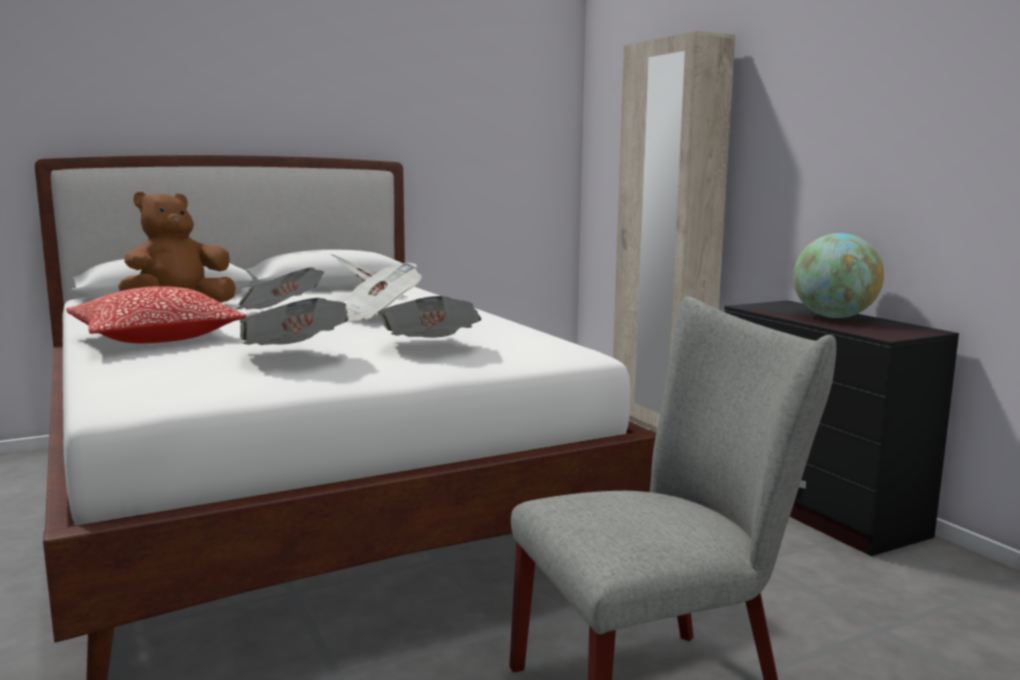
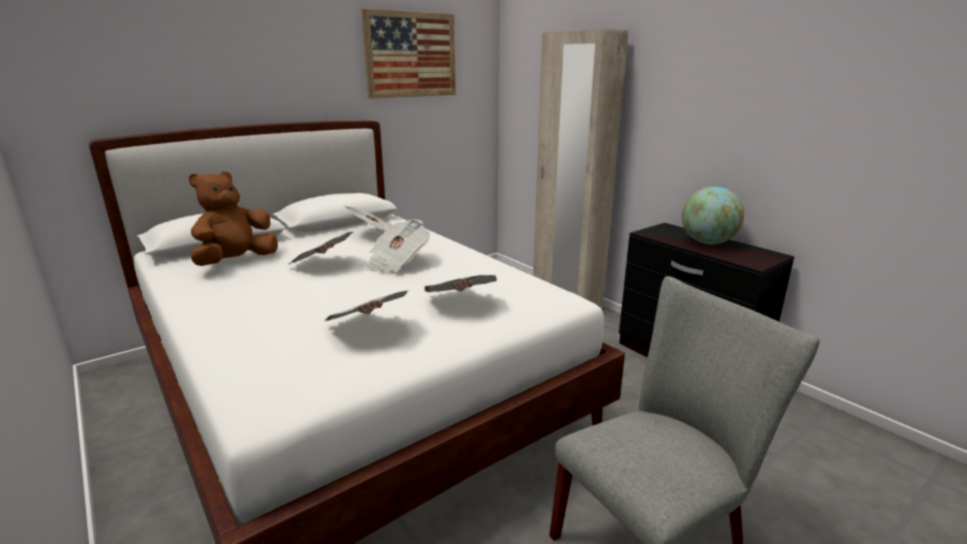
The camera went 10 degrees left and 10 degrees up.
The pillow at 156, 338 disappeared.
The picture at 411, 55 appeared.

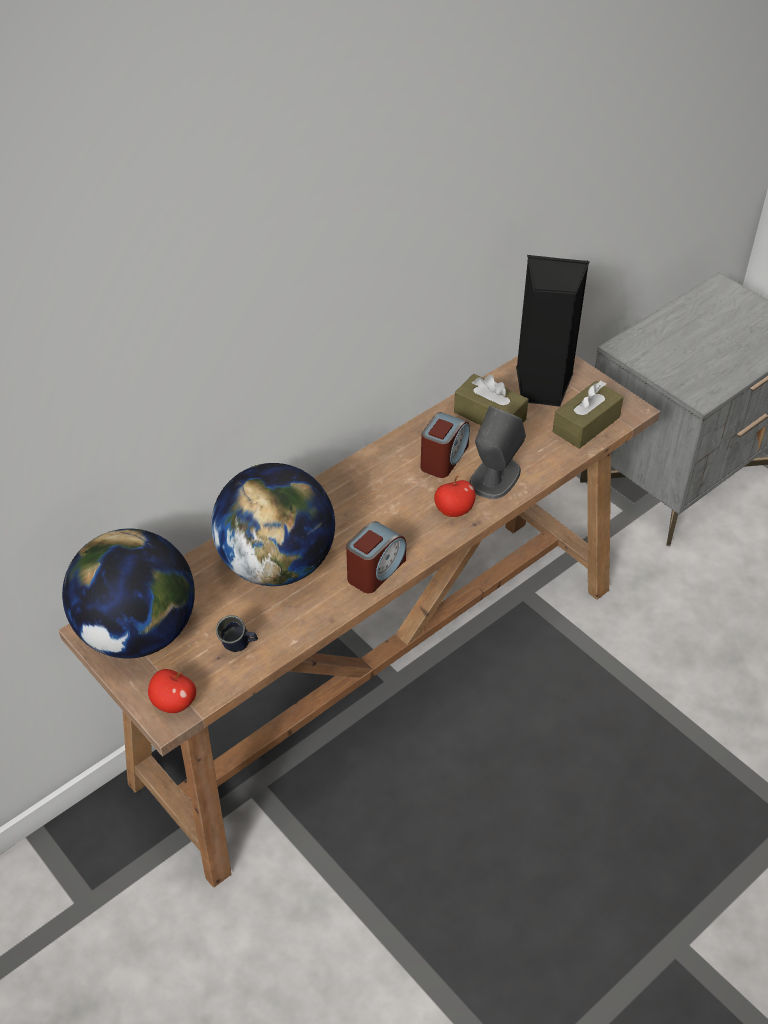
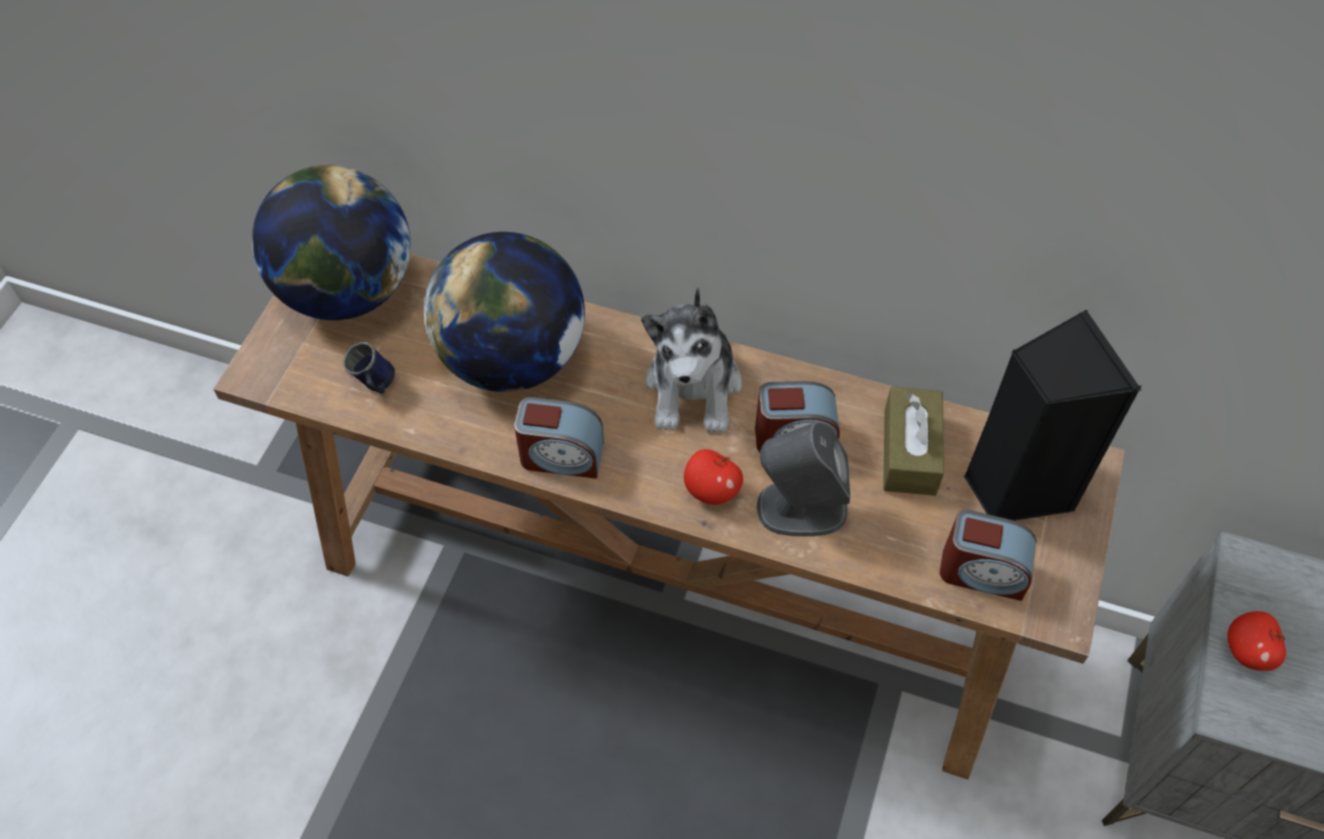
The camera went 60 degrees right and 10 degrees up.
The apple moved from 174, 703 to 1247, 651.
The tissue box (brown) at 586, 424 was replaced by the alarm clock at 982, 571.
The plush toy at 693, 387 appeared.

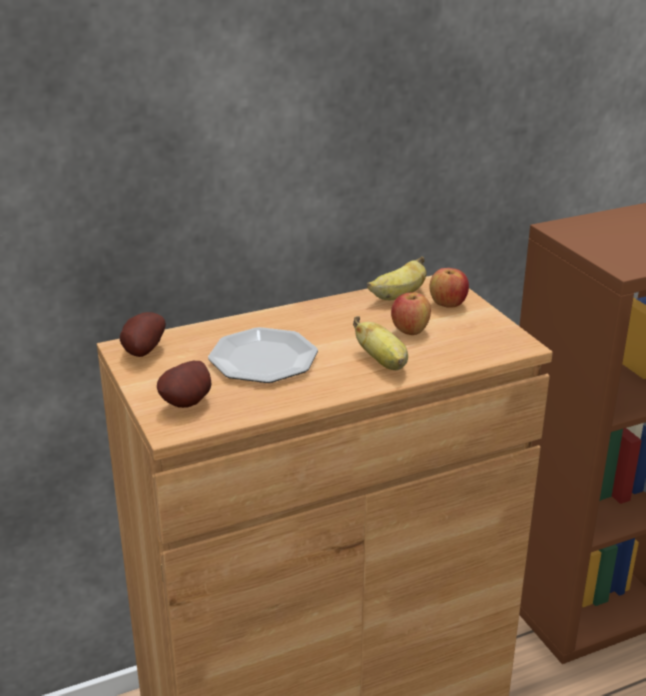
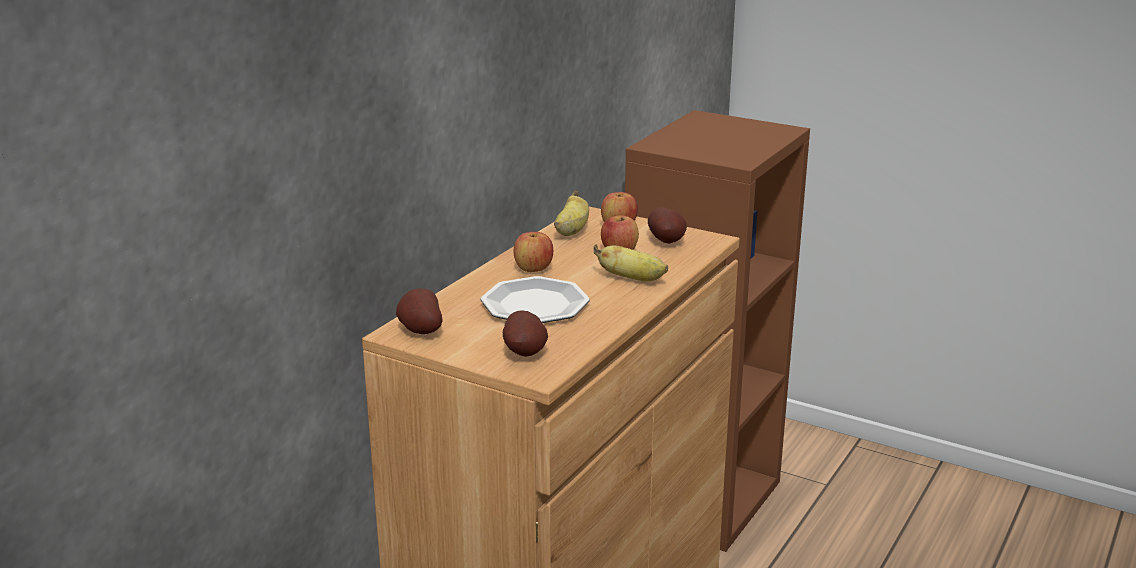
The camera went 35 degrees left and 5 degrees down.
The apple at 533, 269 appeared.
The potato at 667, 241 appeared.

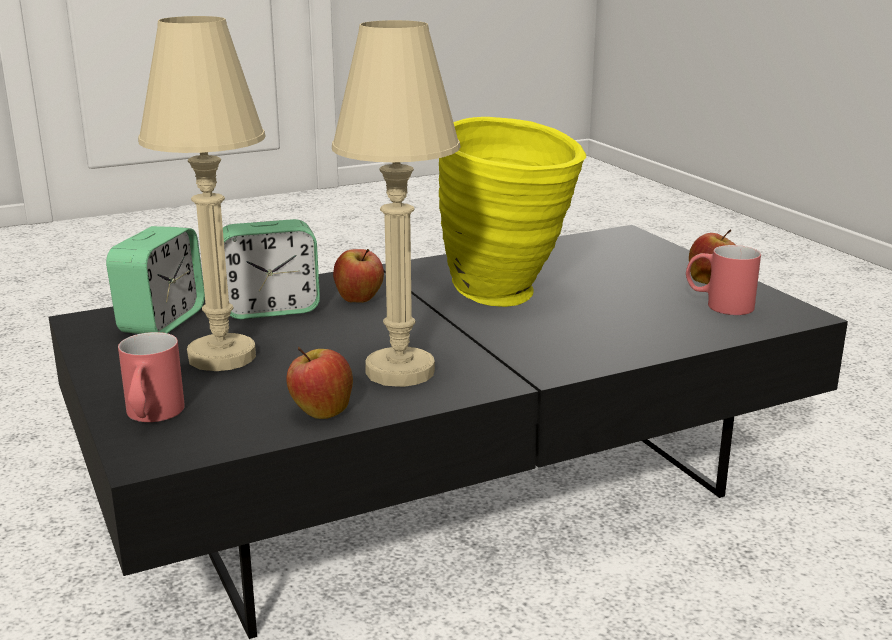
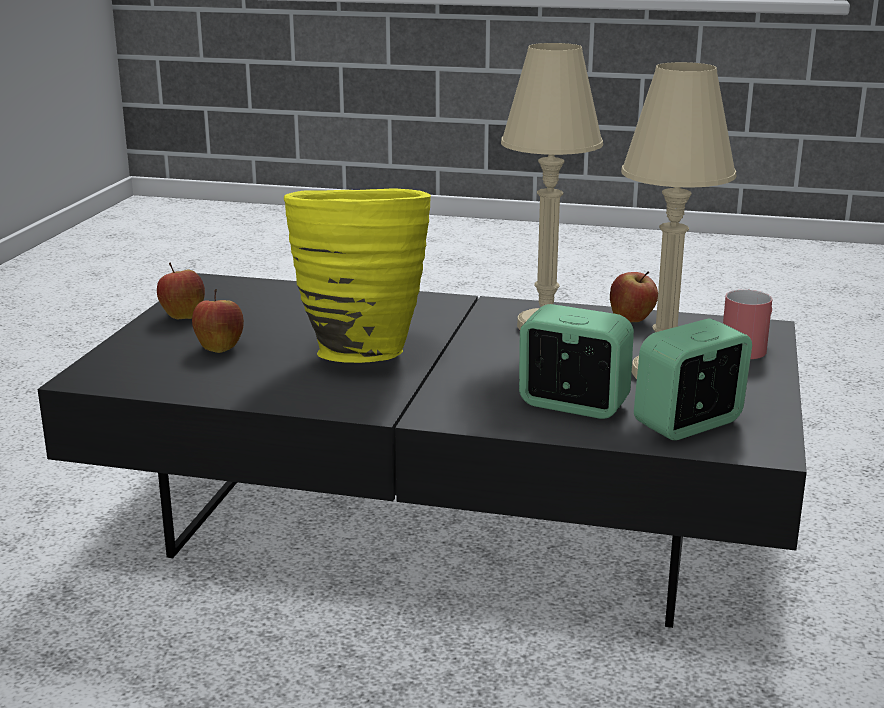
The camera went 140 degrees left and 0 degrees up.
The apple moved from 359, 300 to 219, 347.
The mug (red) at 718, 305 disappeared.

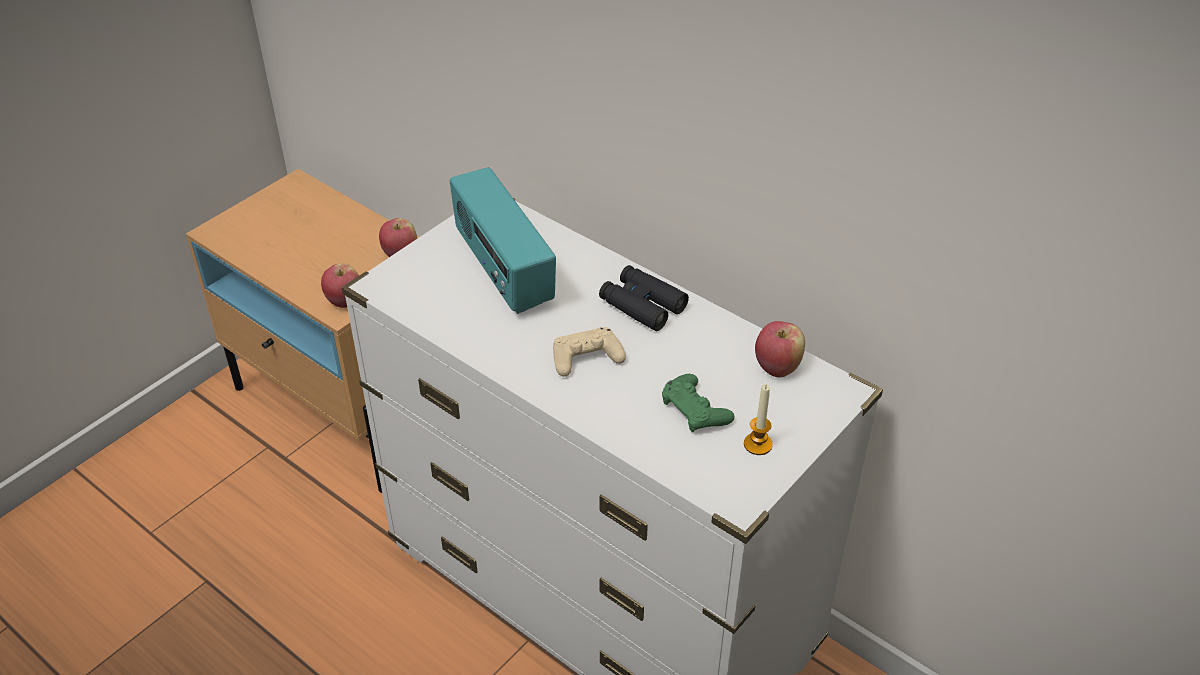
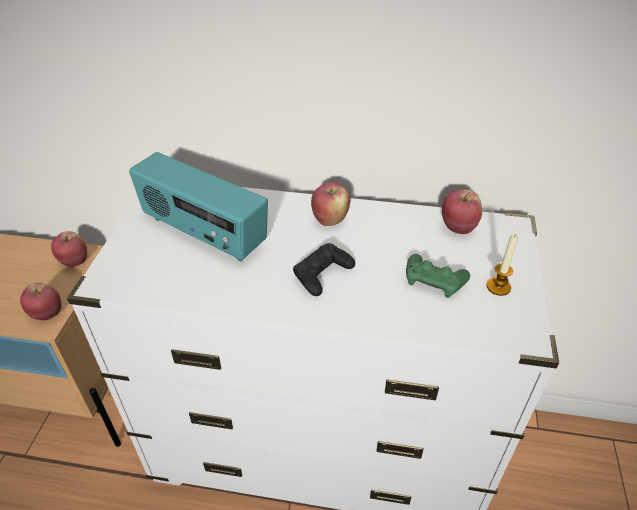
The camera went 30 degrees left and 0 degrees up.
The game controller (beige) at 586, 358 became the game controller (black) at 322, 274.
The binoculars (black) at 642, 305 was replaced by the apple at 330, 219.

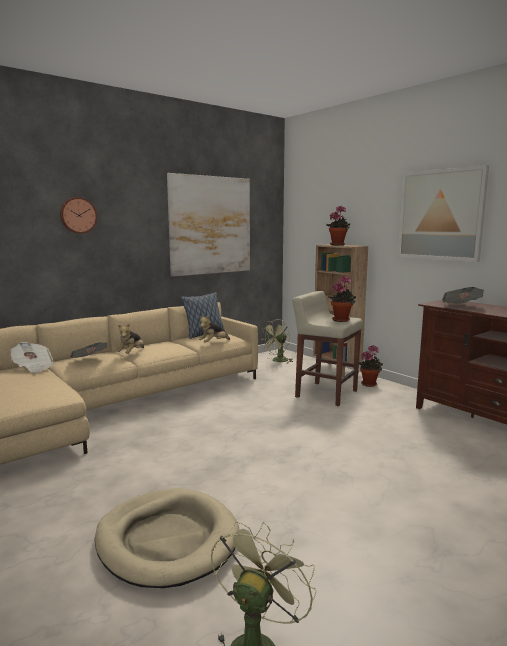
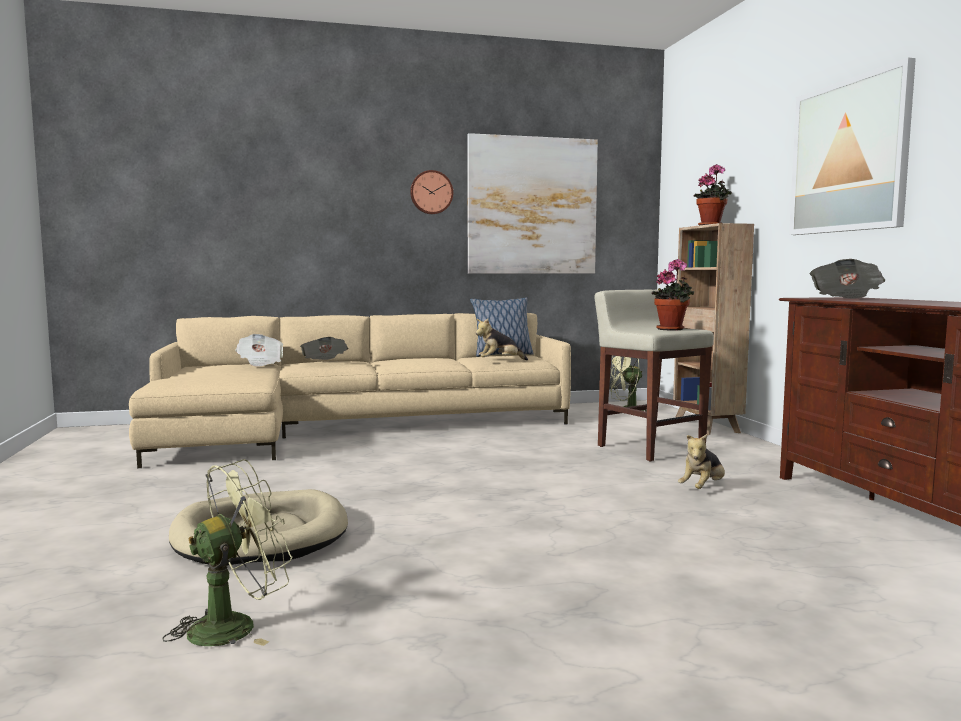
The camera went 25 degrees right and 5 degrees down.
The wall clock moved from 78, 215 to 431, 192.
The plush toy moved from 132, 353 to 703, 488.
The potted plant at 370, 384 disappeared.

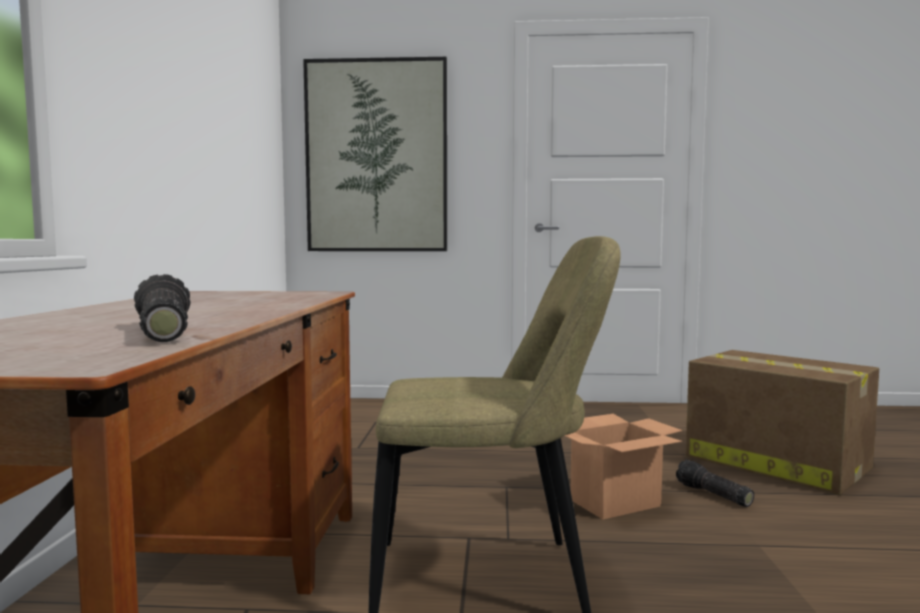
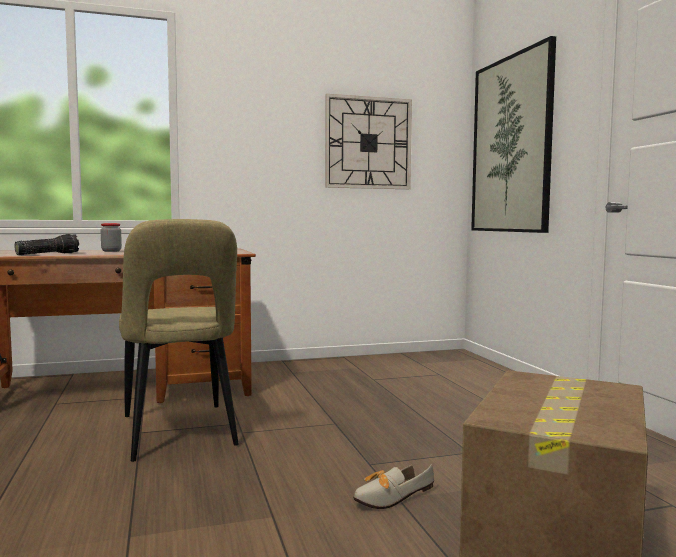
The camera went 70 degrees right and 0 degrees up.
The cardboard box at 615, 502 disappeared.
The flashlight at 712, 495 was replaced by the shoe at 387, 498.
The jar at 111, 251 appeared.
The wall clock at 368, 143 appeared.

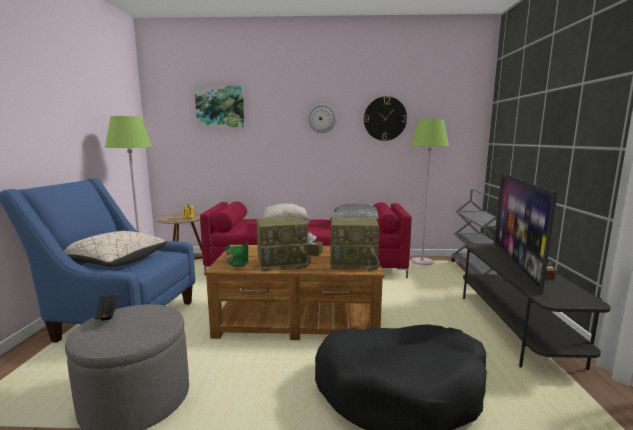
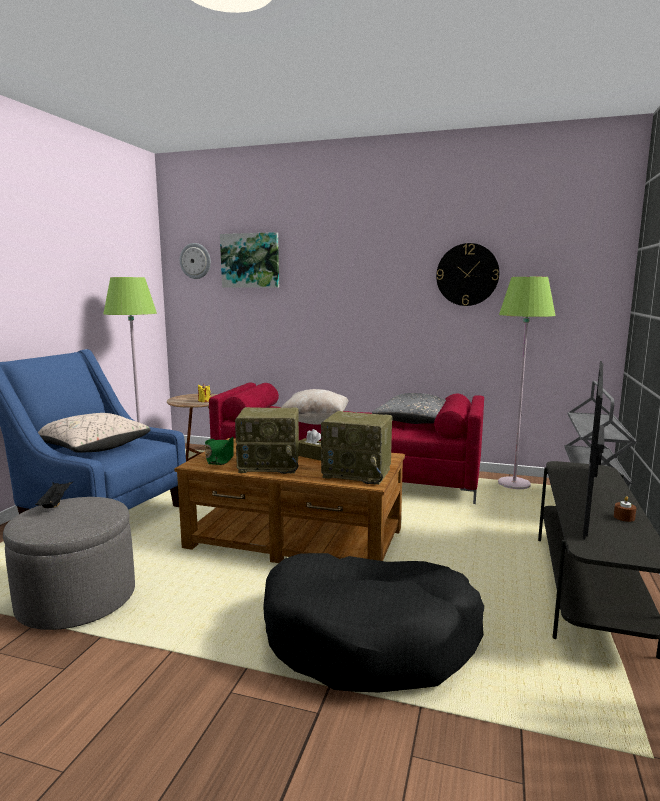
The camera went 15 degrees right and 0 degrees up.
The wall clock moved from 321, 118 to 195, 261.

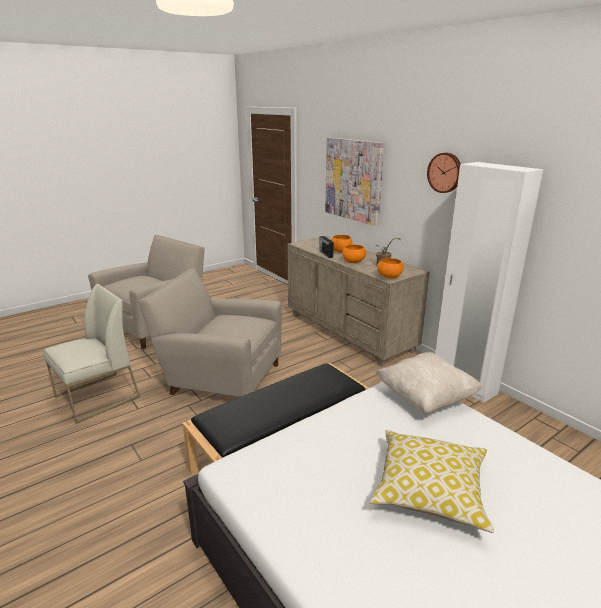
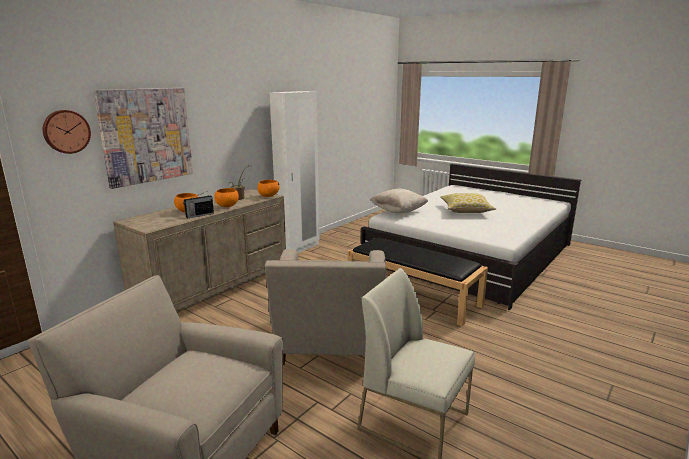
The camera went 105 degrees left and 5 degrees down.
The wall clock moved from 445, 172 to 66, 131.

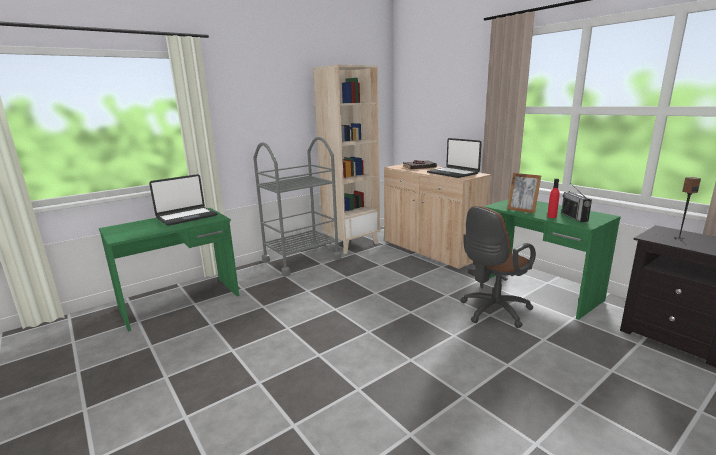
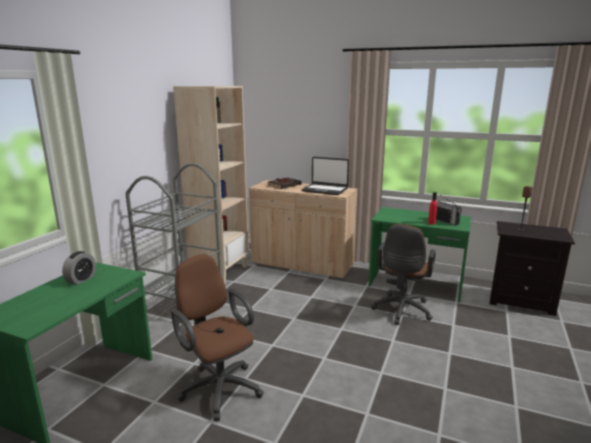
The camera went 30 degrees left and 0 degrees up.
The laptop at 186, 217 was replaced by the alarm clock at 81, 279.
The picture frame at 521, 210 disappeared.
The office chair (brown) at 218, 387 appeared.

